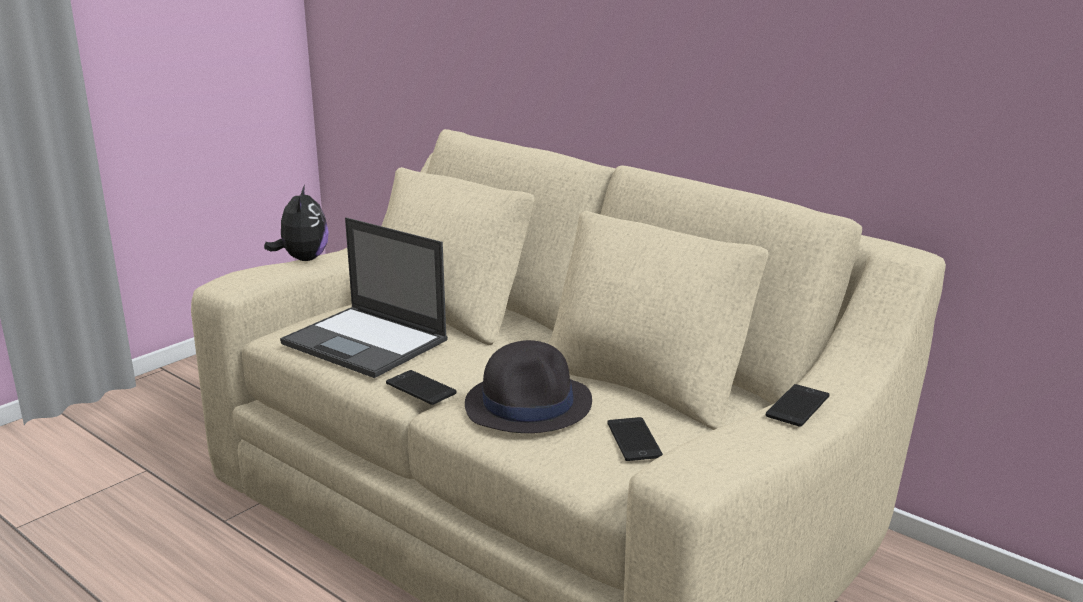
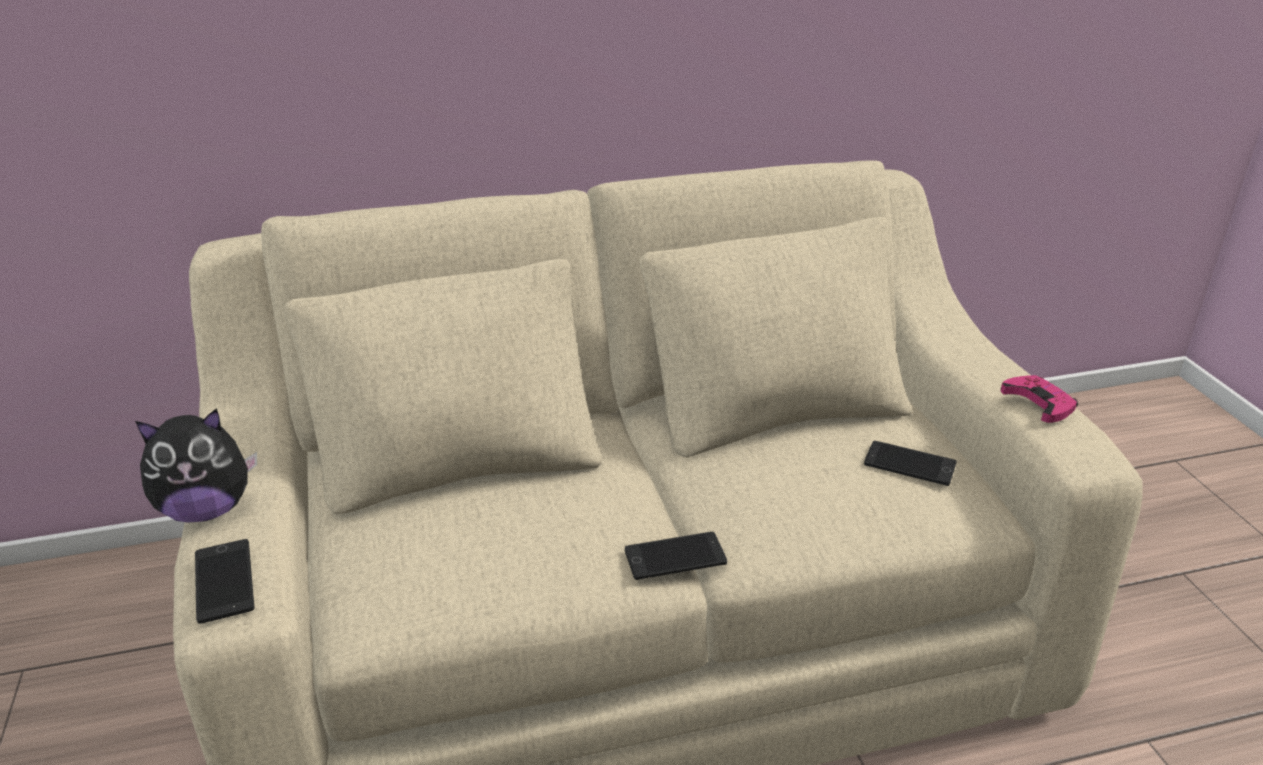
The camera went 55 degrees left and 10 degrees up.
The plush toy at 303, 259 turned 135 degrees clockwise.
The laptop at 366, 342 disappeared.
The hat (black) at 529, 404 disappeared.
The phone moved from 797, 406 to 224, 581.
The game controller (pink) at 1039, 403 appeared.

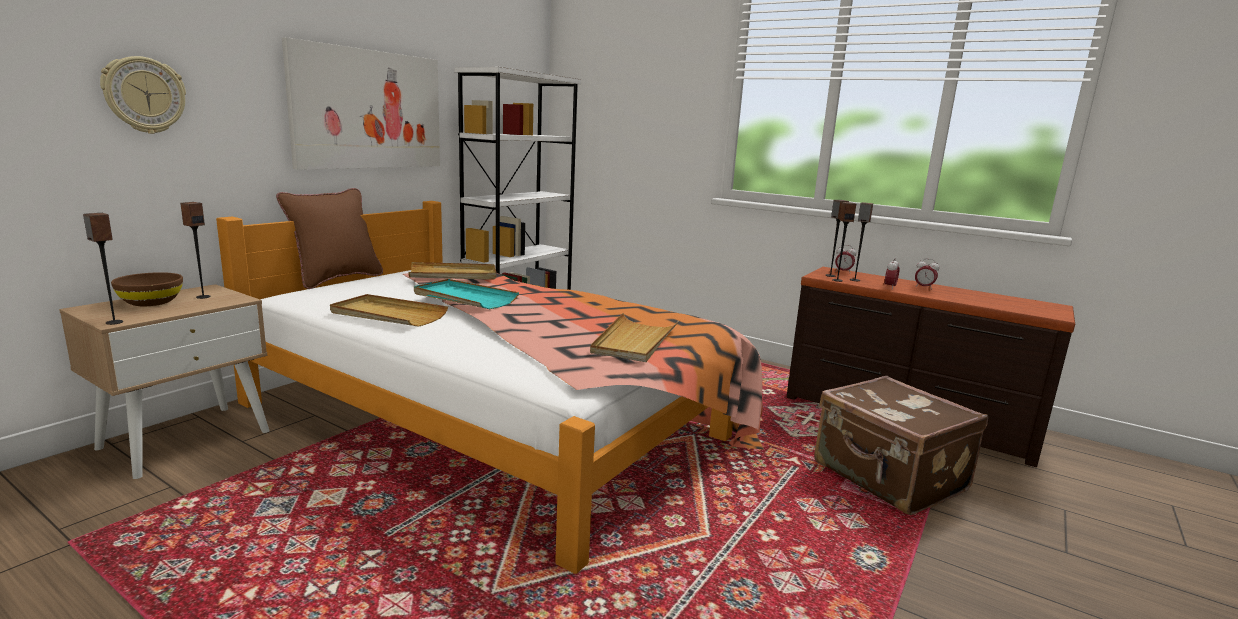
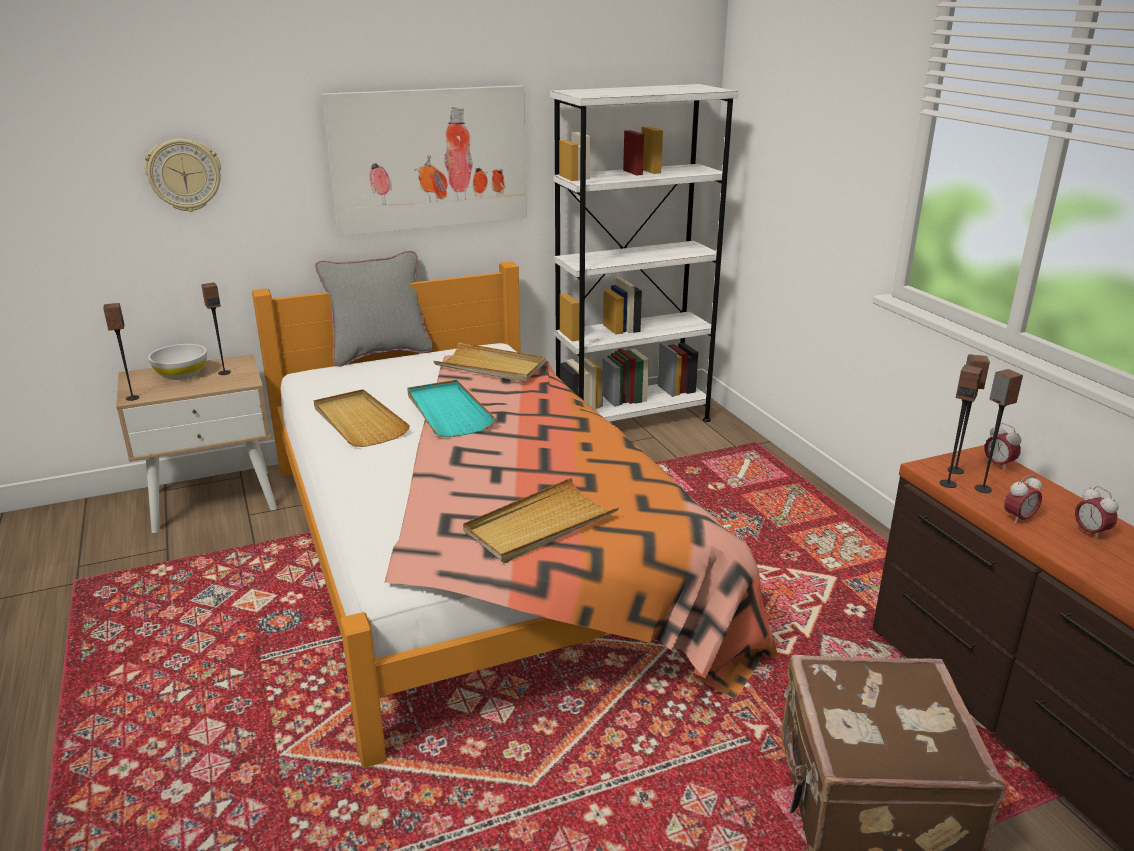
The camera went 35 degrees right and 10 degrees up.
The bowl (brown) at 151, 302 became the bowl (white) at 182, 374.
The pillow (brown) at 336, 279 became the pillow (grey) at 380, 353.

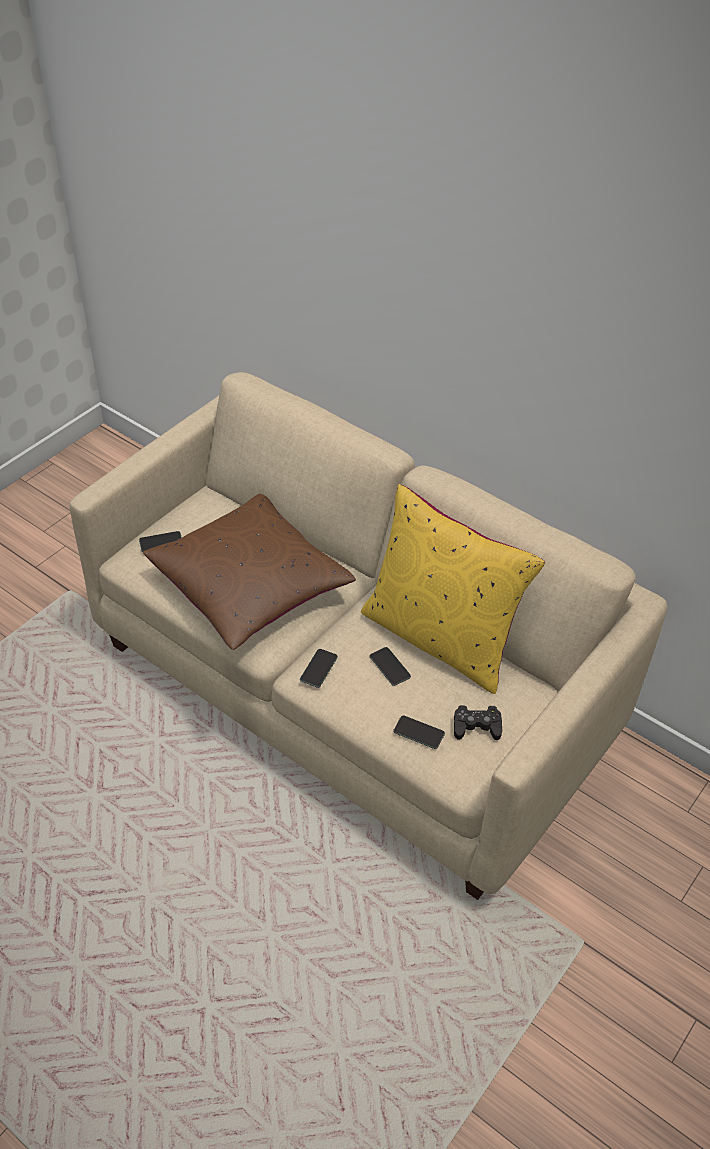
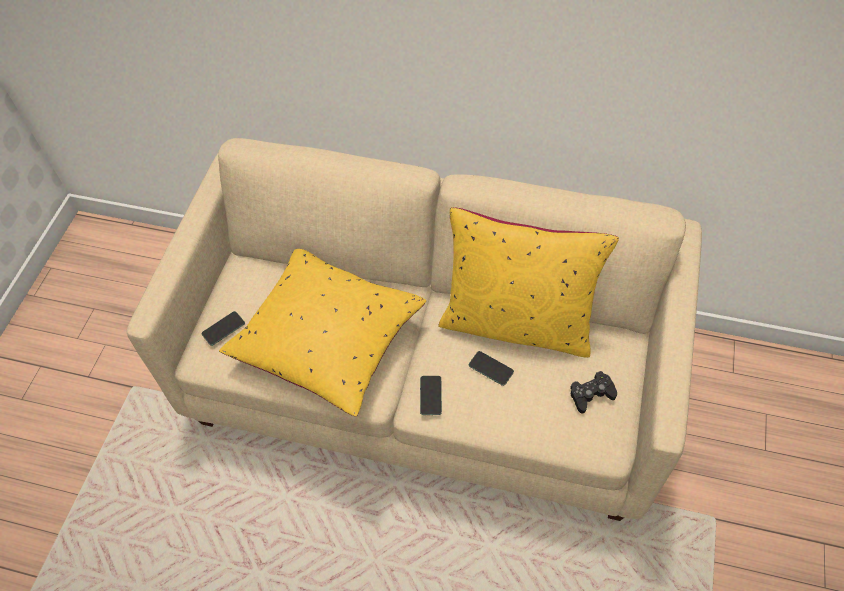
The camera went 20 degrees left and 10 degrees up.
The pillow (brown) at 249, 585 became the pillow (yellow) at 327, 339.
The phone at 419, 732 disappeared.

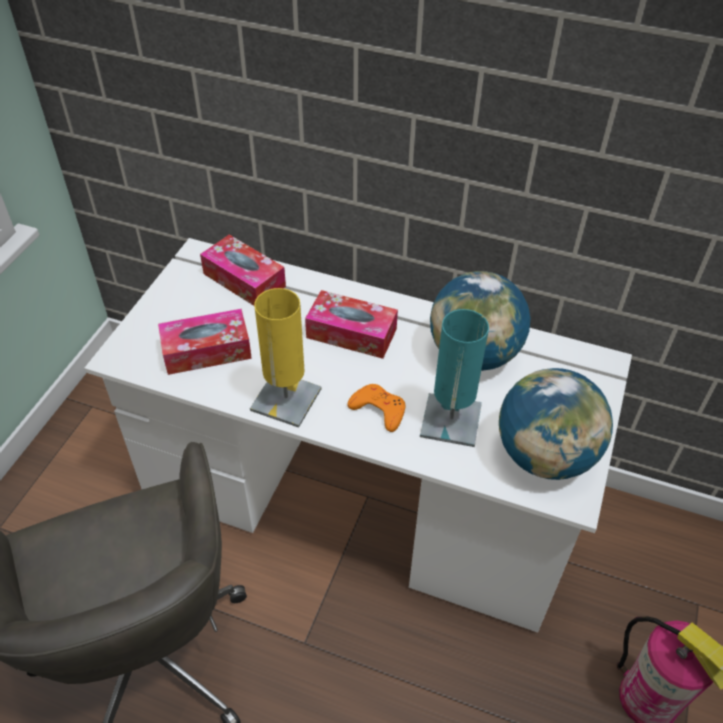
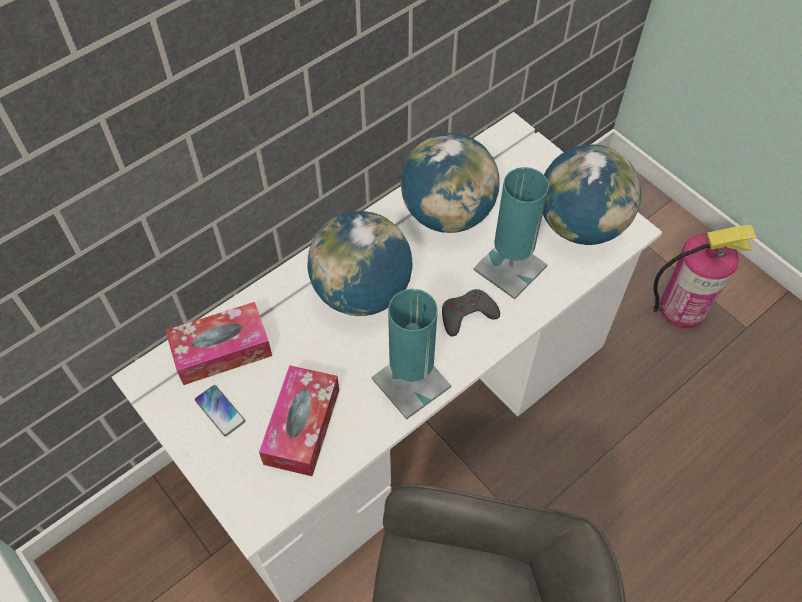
The camera went 60 degrees left and 10 degrees up.
The table lamp (yellow) at 286, 399 became the table lamp (turquoise) at 411, 383.
The tissue box at 351, 333 was replaced by the globe at 361, 291.
The game controller (orange) at 378, 409 became the game controller (grey) at 467, 314.
The phone at 220, 411 appeared.

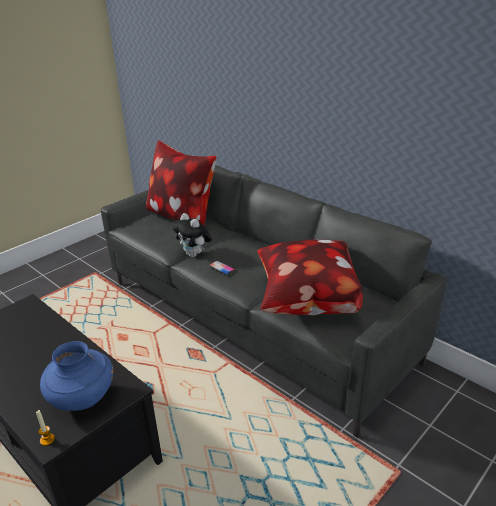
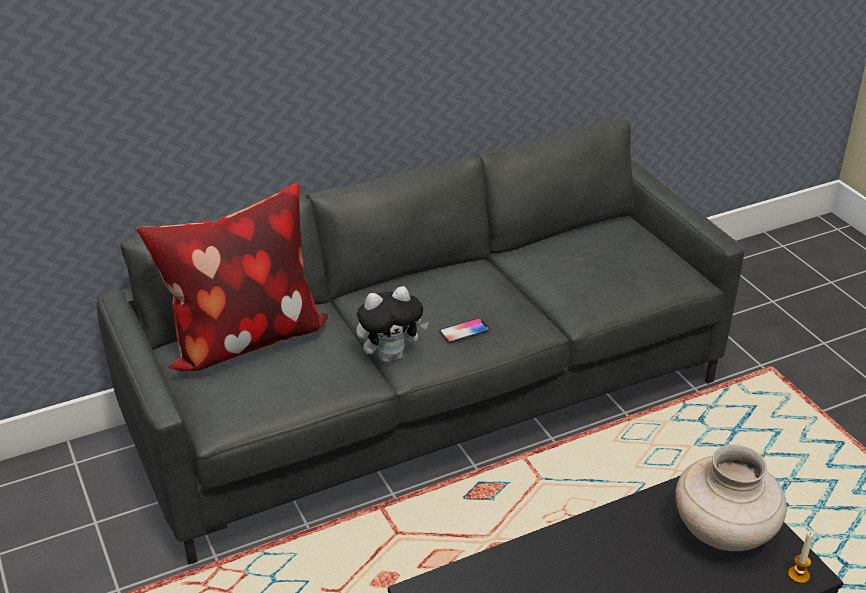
The camera went 70 degrees left and 5 degrees up.
The vase (blue) at 82, 399 became the vase (beige) at 724, 533.
The pillow at 305, 302 disappeared.

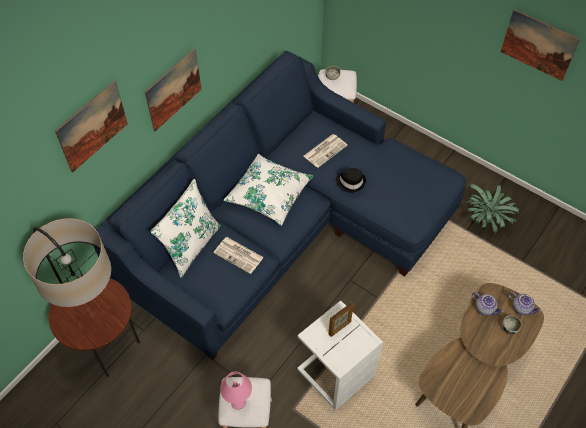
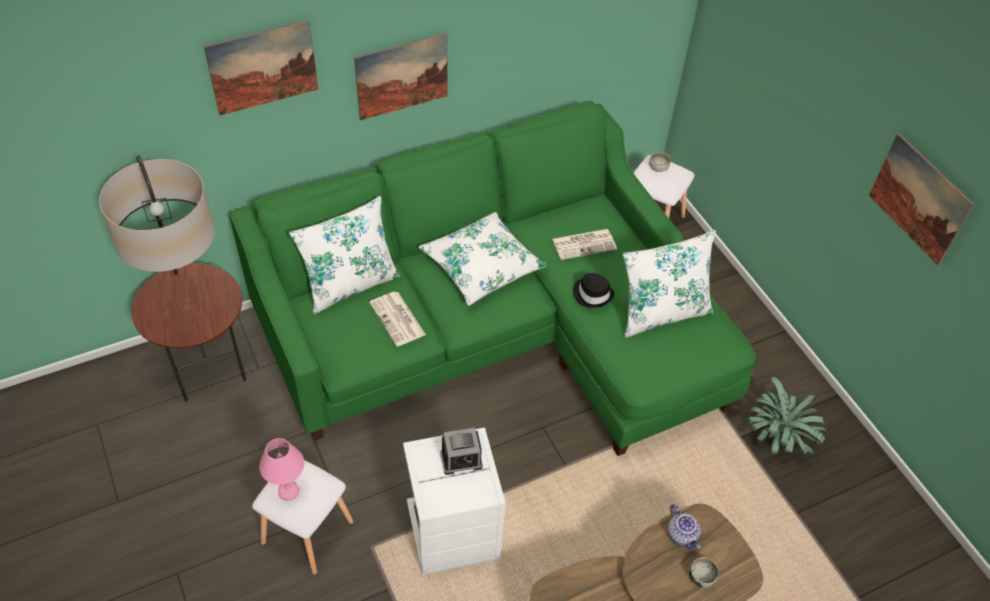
The camera went 25 degrees right and 5 degrees down.
The sofa (blue) at 284, 229 became the sofa (green) at 499, 330.
The picture frame at 340, 328 was replaced by the alarm clock at 461, 460.
The teapot at 522, 307 disappeared.
The pillow (white) at 661, 312 appeared.

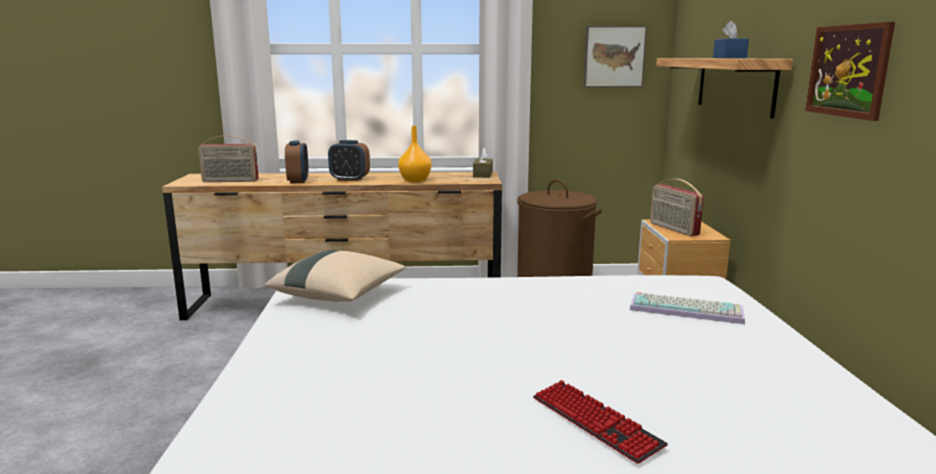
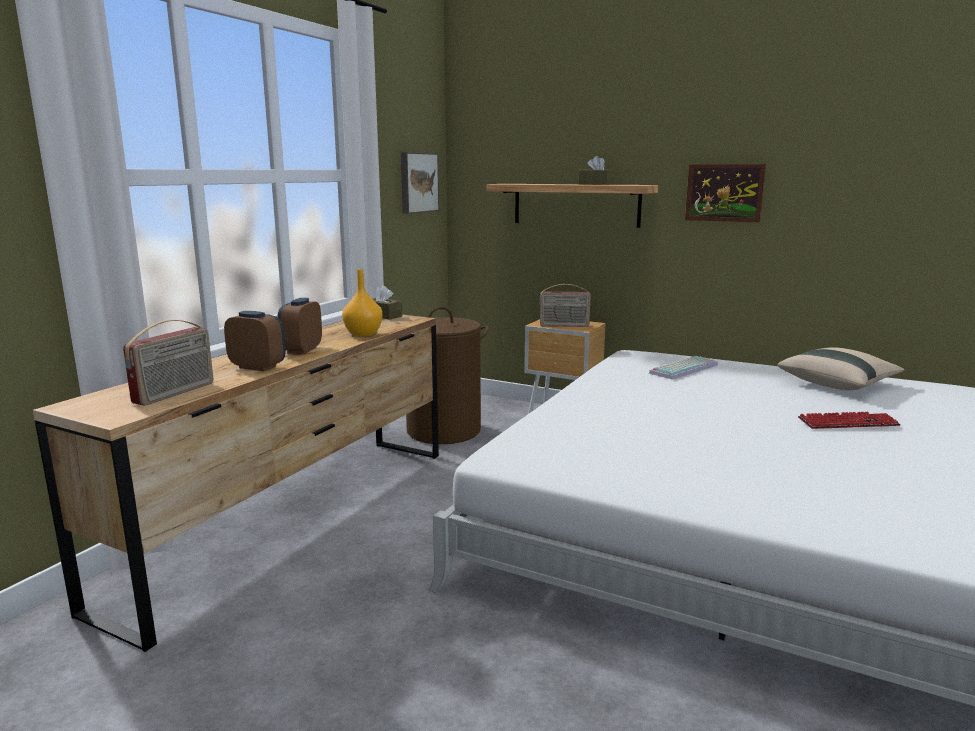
The camera went 60 degrees left and 0 degrees up.
The pillow (beige) moved from 339, 295 to 838, 384.
The alarm clock at 350, 179 turned 150 degrees clockwise.
The tissue box (blue) at 729, 58 became the tissue box (brown) at 596, 184.

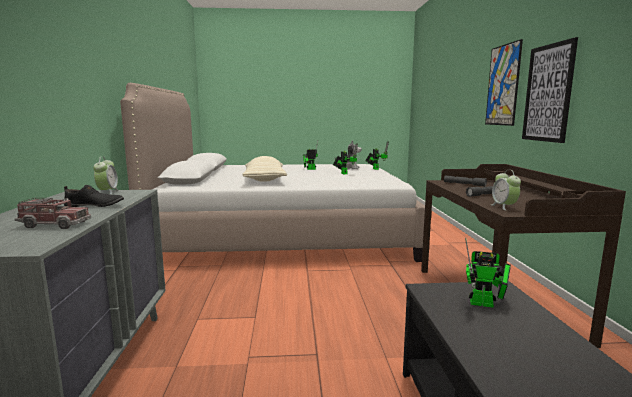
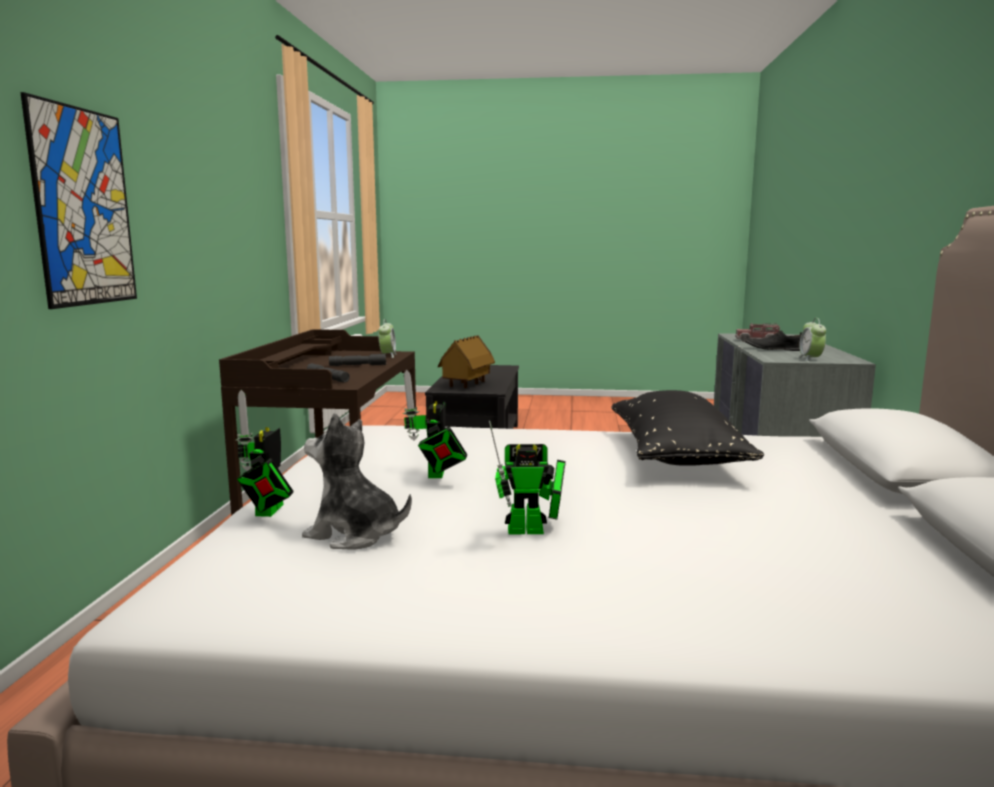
The camera went 170 degrees left and 0 degrees up.
The pillow (beige) at 264, 180 became the pillow (black) at 675, 456.
The toy robot at 485, 304 was replaced by the toy house at 467, 385.
The picture at 548, 93 disappeared.

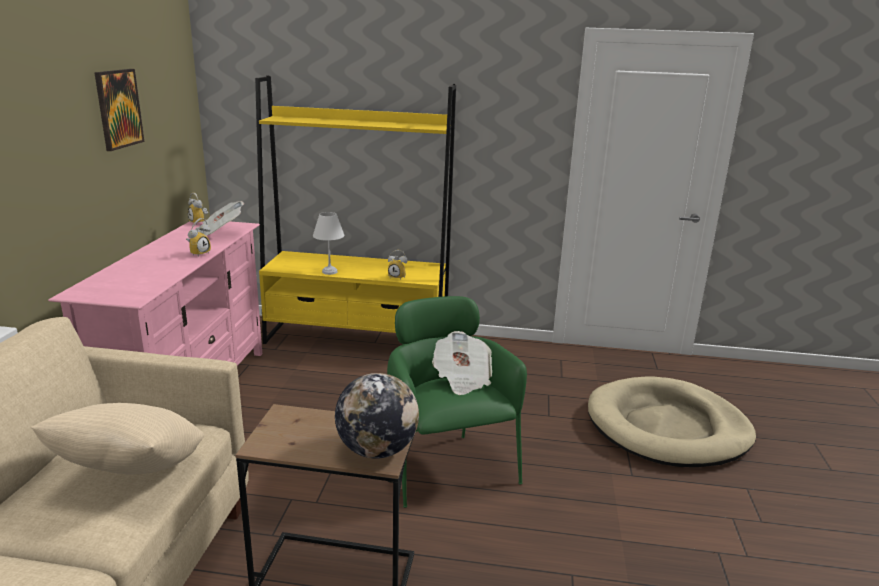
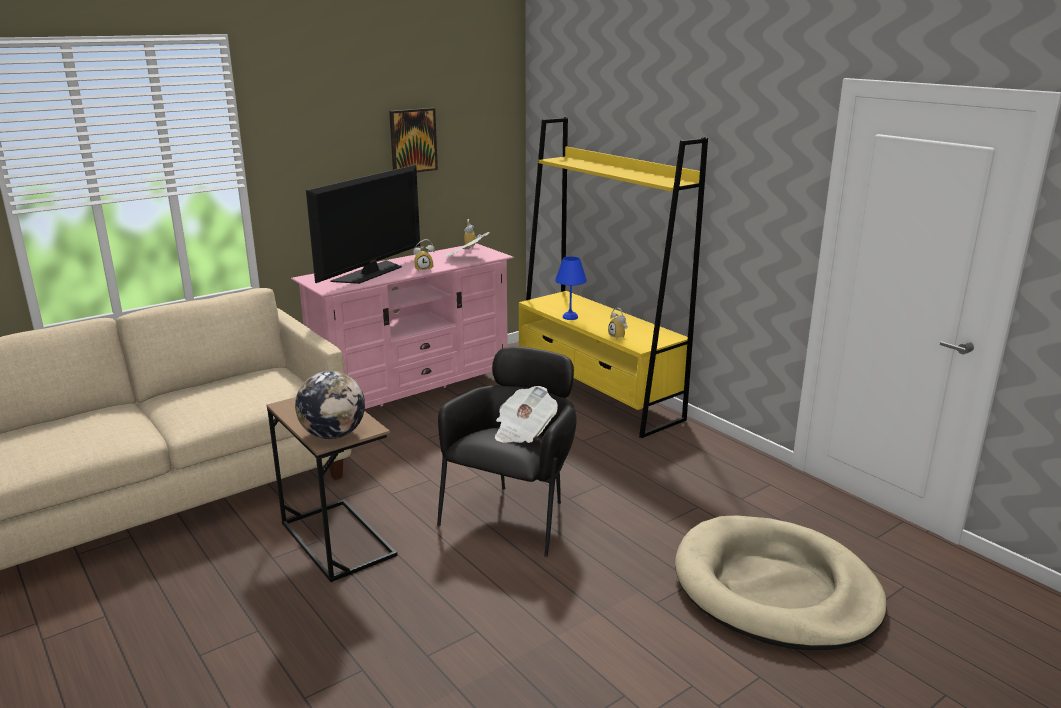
The camera went 45 degrees right and 0 degrees up.
The pillow (beige) at 131, 474 disappeared.
The table lamp (white) at 329, 272 became the table lamp (blue) at 569, 317.
The armchair (green) at 446, 464 became the armchair (black) at 514, 514.
The television at 370, 273 appeared.

